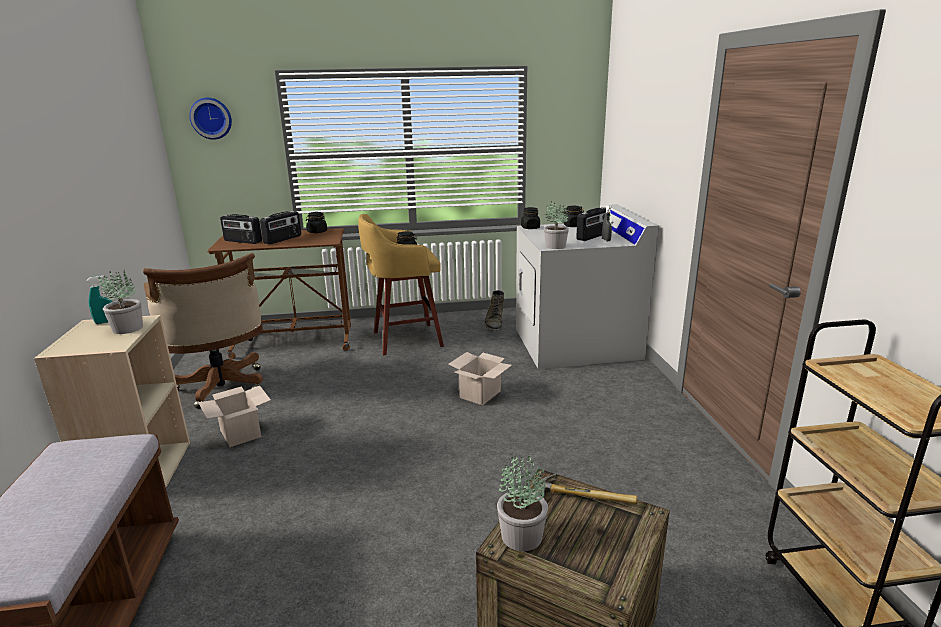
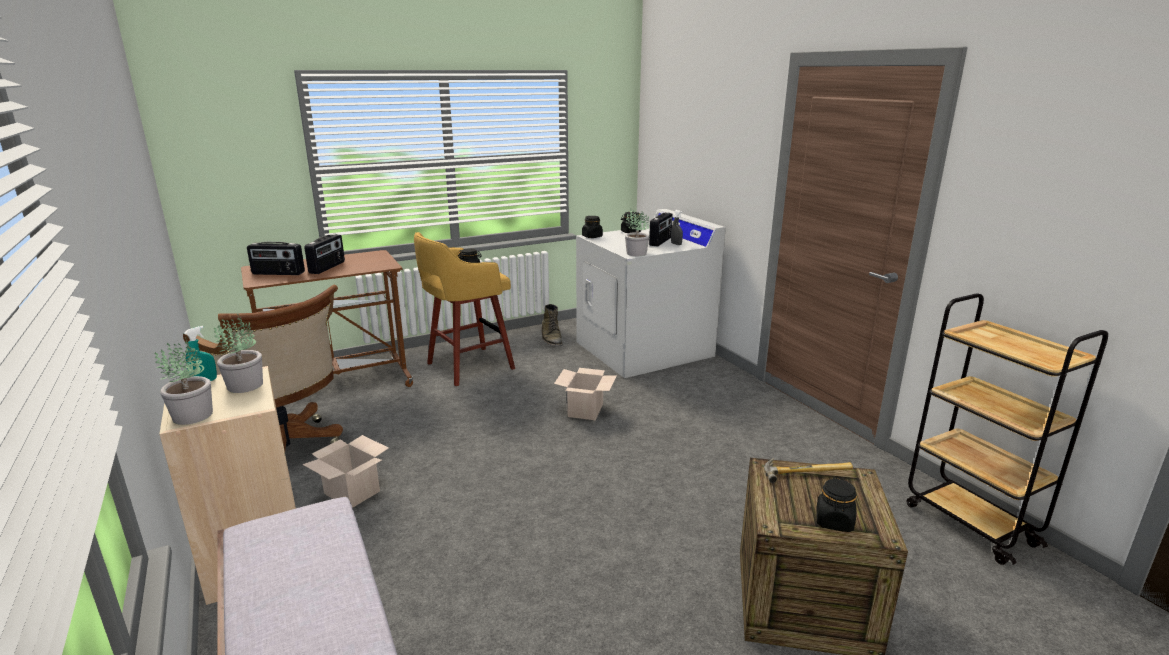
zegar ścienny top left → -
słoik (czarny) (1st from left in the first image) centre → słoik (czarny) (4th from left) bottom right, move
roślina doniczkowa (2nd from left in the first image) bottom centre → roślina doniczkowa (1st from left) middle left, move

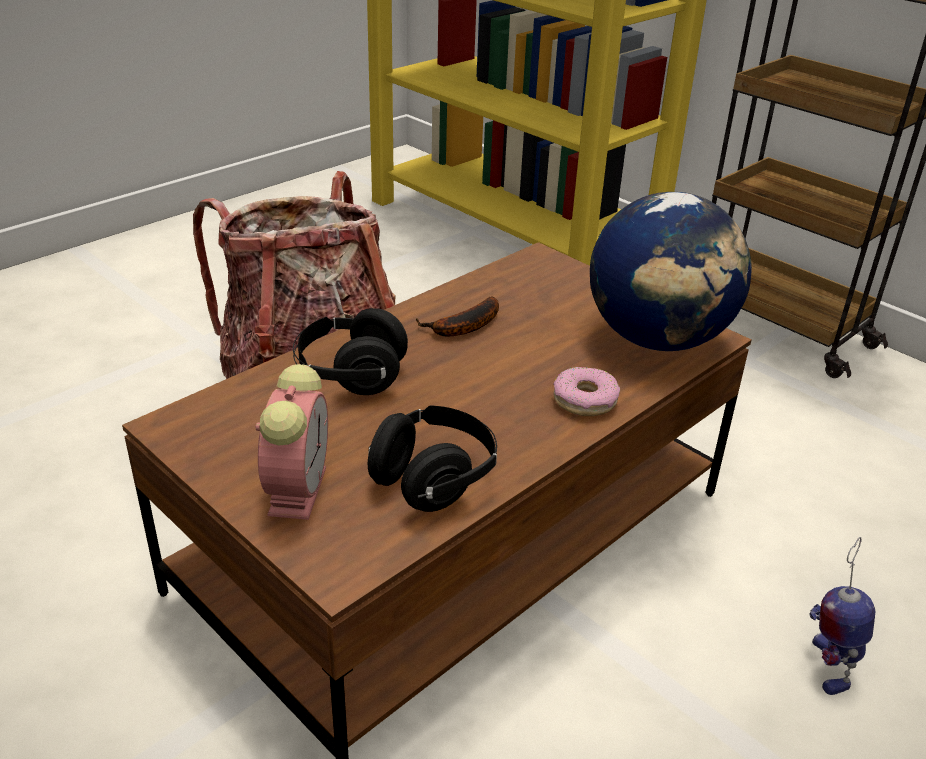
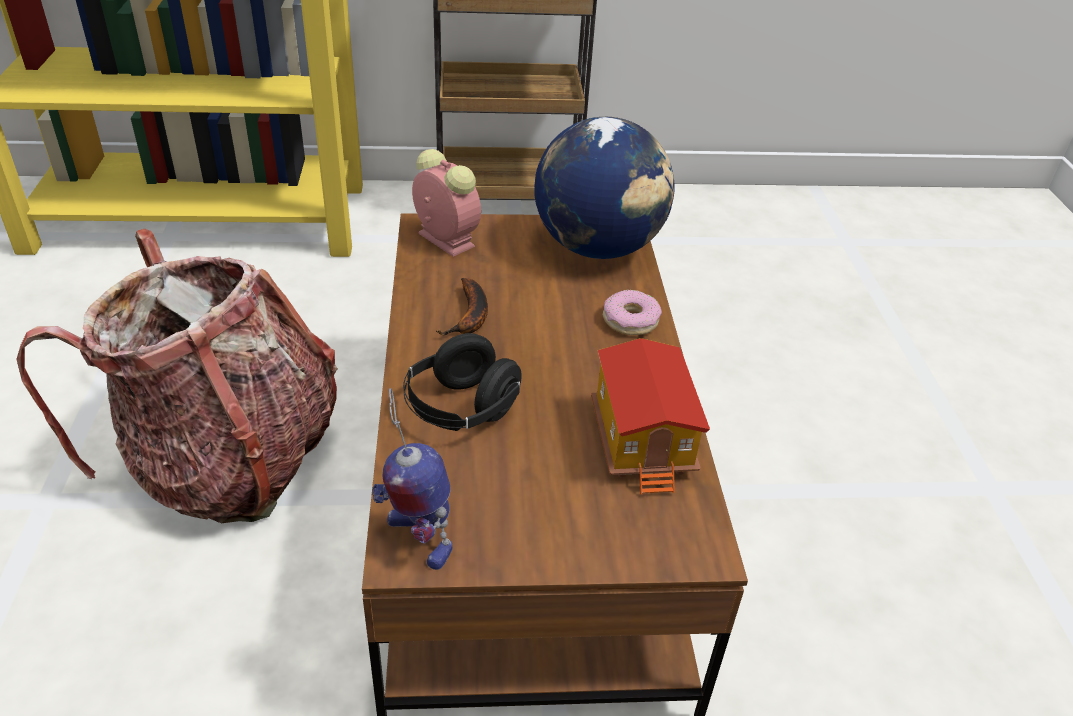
budzik middle left → budzik top centre, move
słuchawki (czarny) (2nd from left) centre → domek centre
robot zabawkowy bottom right → robot zabawkowy bottom centre, move

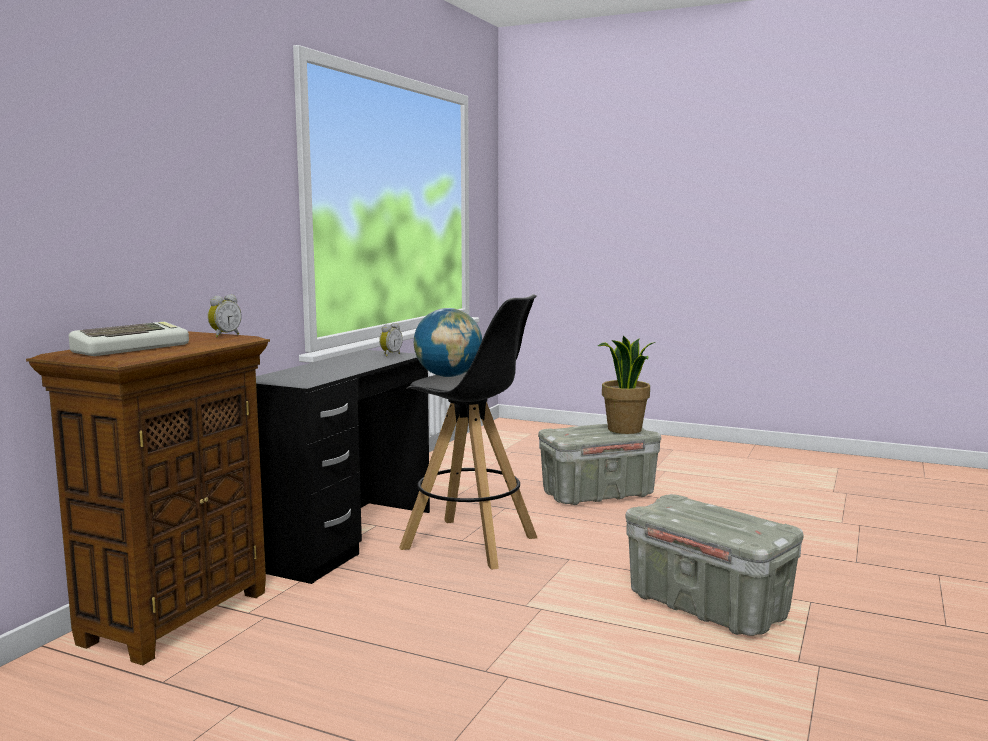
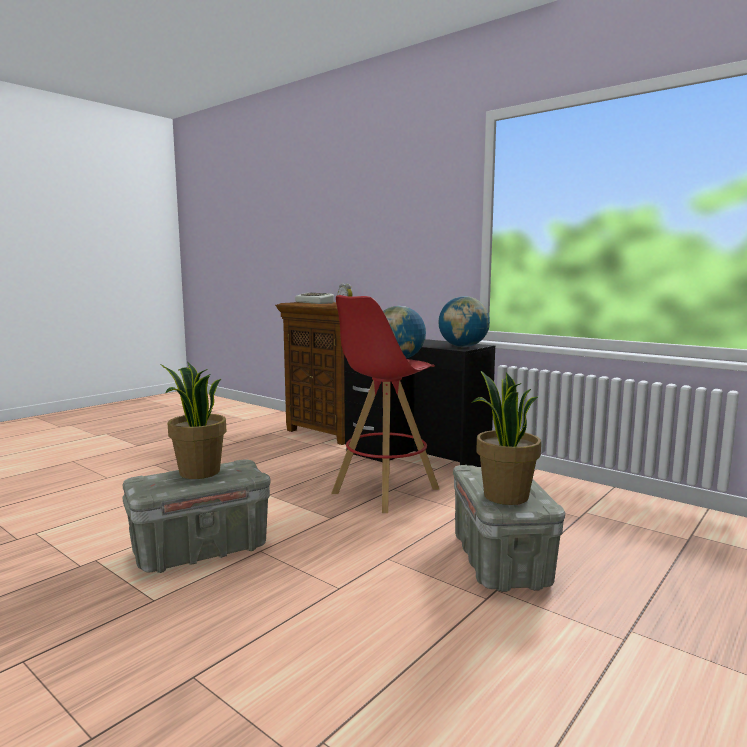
budzik (2nd from left) centre → globus (2nd from left) centre
stołek (czarny) centre → stołek (czerwony) centre
- → roślina doniczkowa (1st from left) middle left

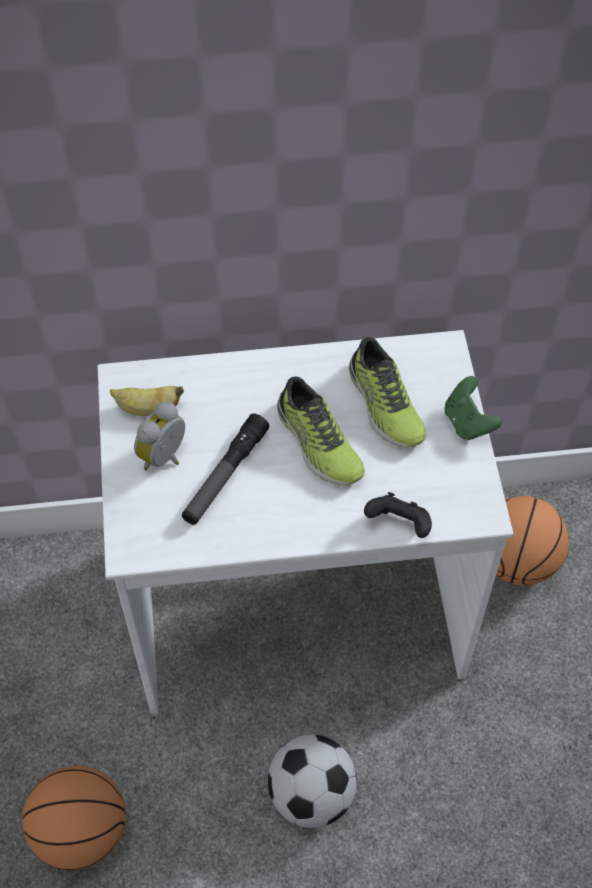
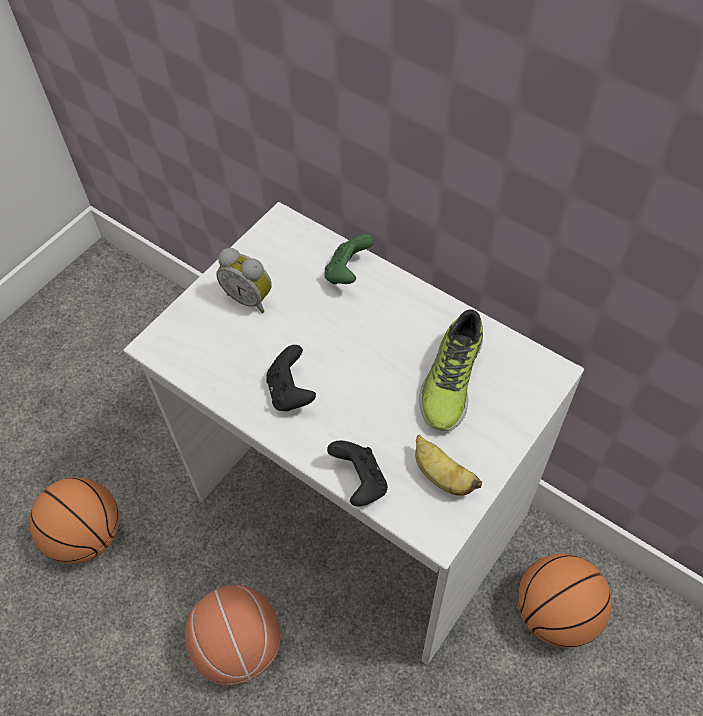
banan middle left → banan centre, move
budzik middle left → budzik centre, 135 degrees counterclockwise
latarka centre → -
piłka futbolowa bottom centre → piłka do koszykówki (2nd from left) bottom left
but (1st from left) centre → -
pad do gier (zielony) middle right → pad do gier (zielony) centre, move
- → pad do gier (czarny) (1st from left) centre

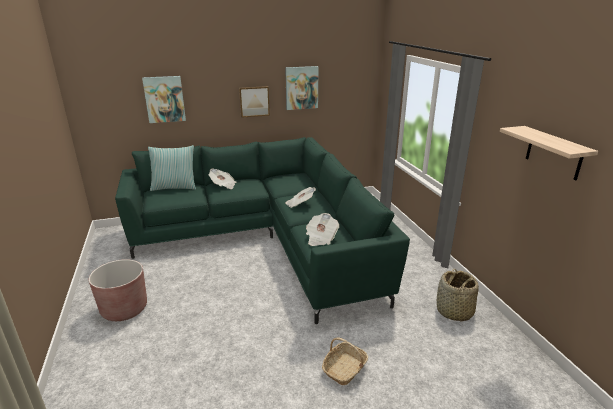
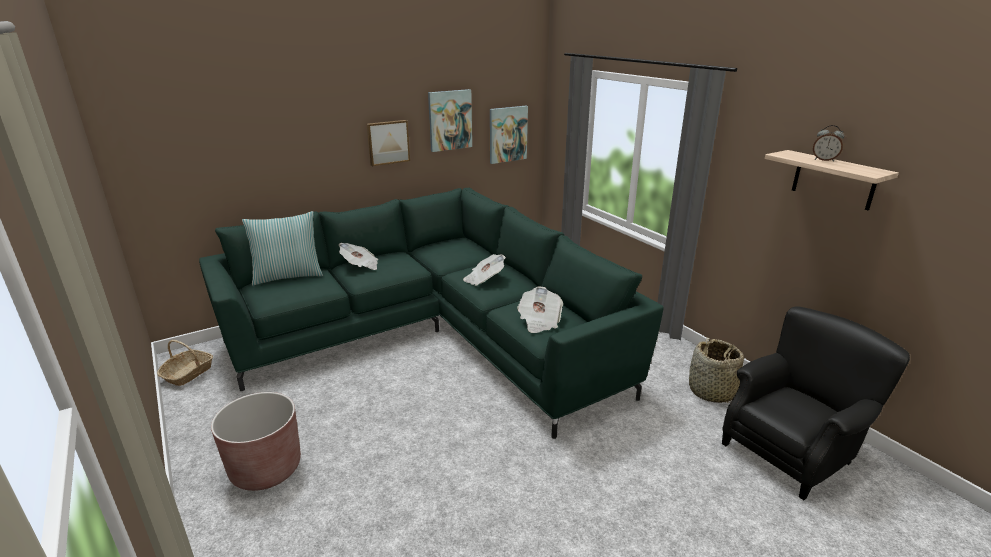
obraz (1st from left in the first image) top left → obraz (3rd from left) top centre, move
koszyk (1st from left) bottom centre → koszyk (1st from left) middle left, move
- → fotel (czarny) bottom right
- → budzik top right

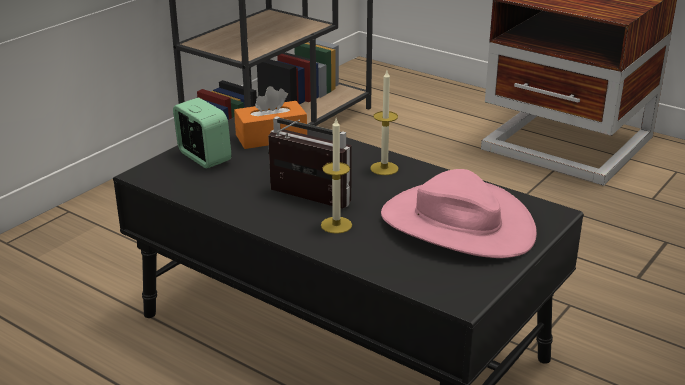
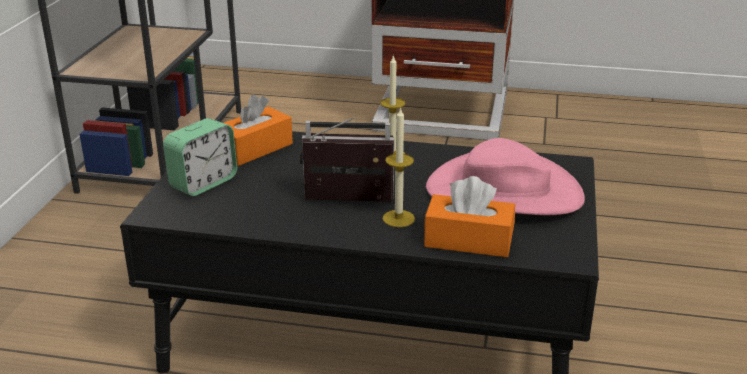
budzik middle left, 105 degrees clockwise
- → pudełko chusteczek (pomarańczowy) (2nd from left) centre

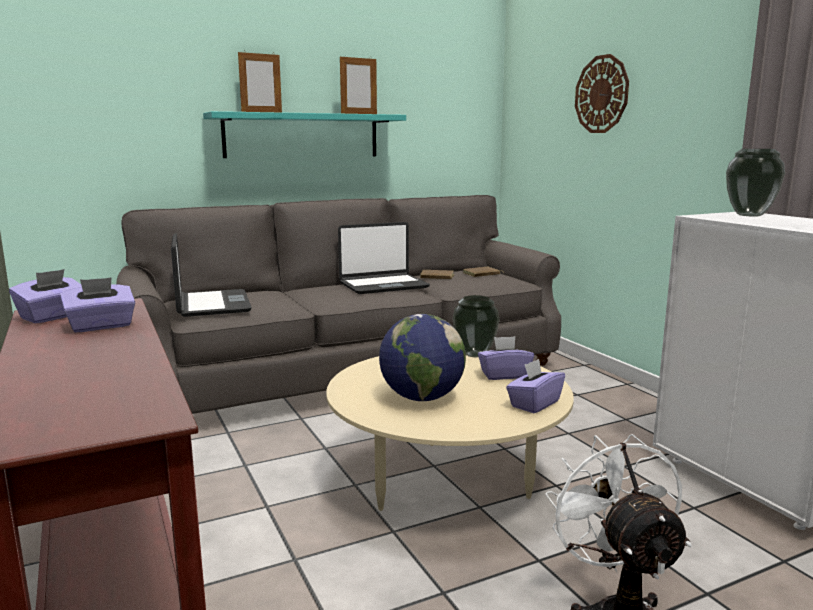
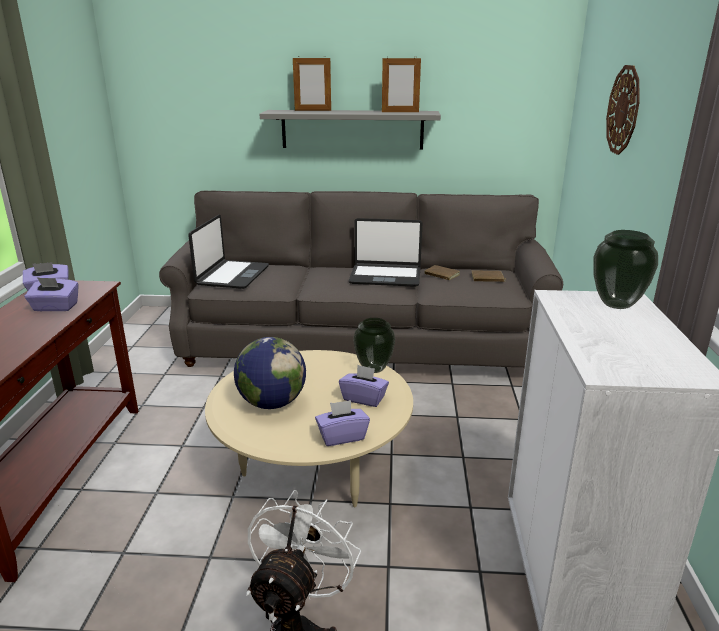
półka (turkusowy) top centre → półka (szary) top centre

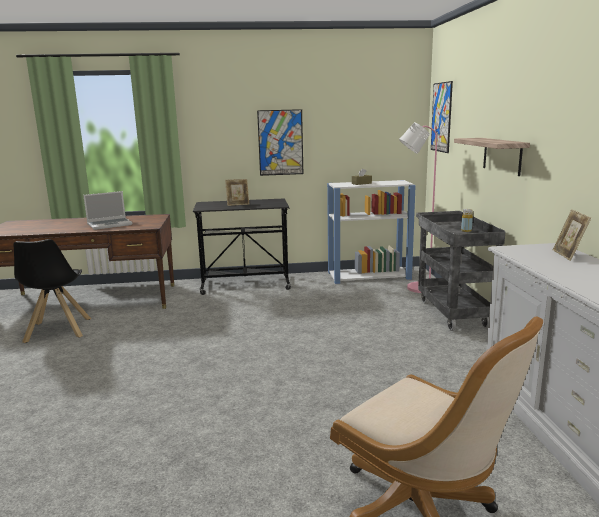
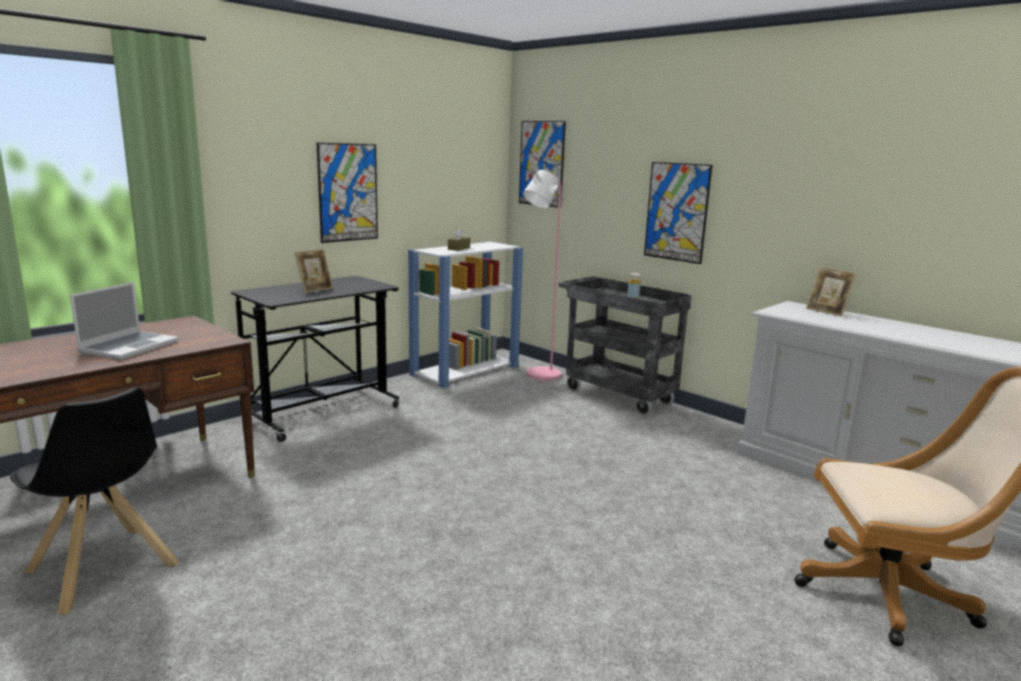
półka top right → obraz (3rd from left) top centre

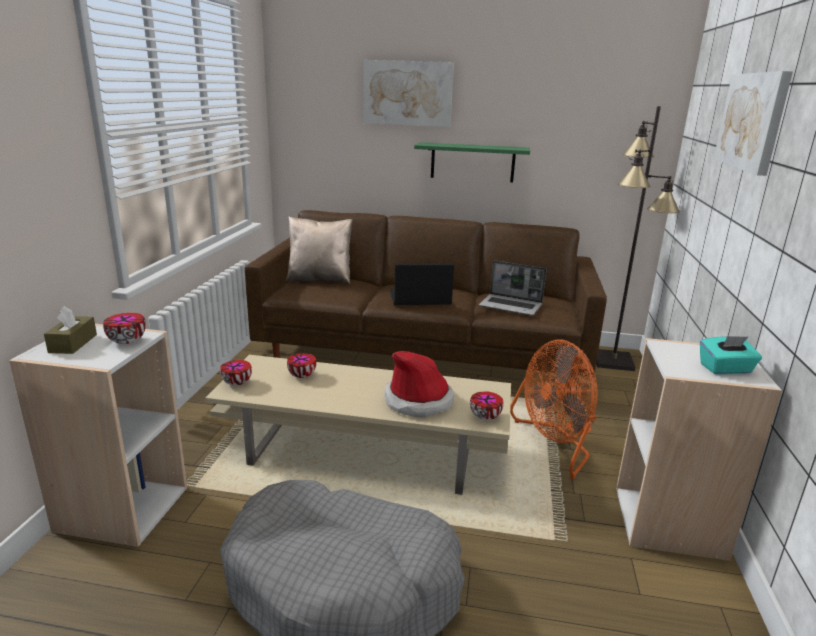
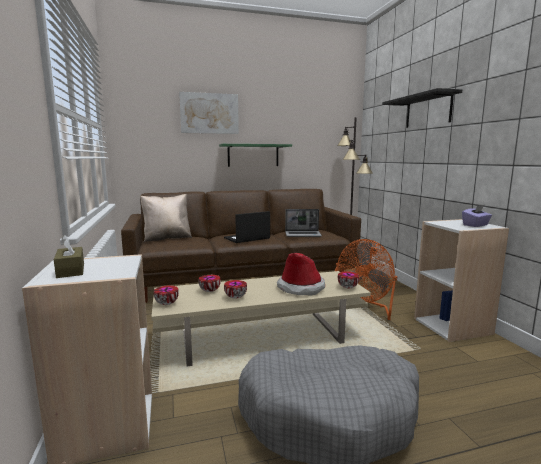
miska (1st from left in the first image) middle left → miska (3rd from left) centre, move
pudełko chusteczek (turkusowy) middle right → pudełko chusteczek (fioletowy) middle right
obraz (2nd from left) top right → półka (czarny) top right

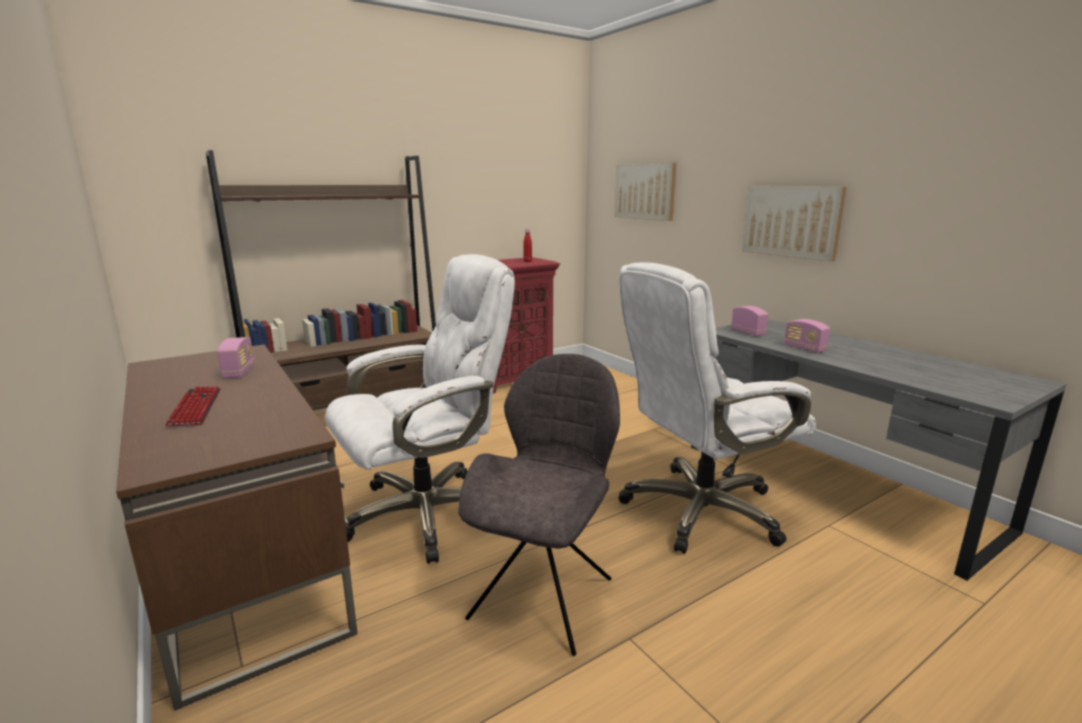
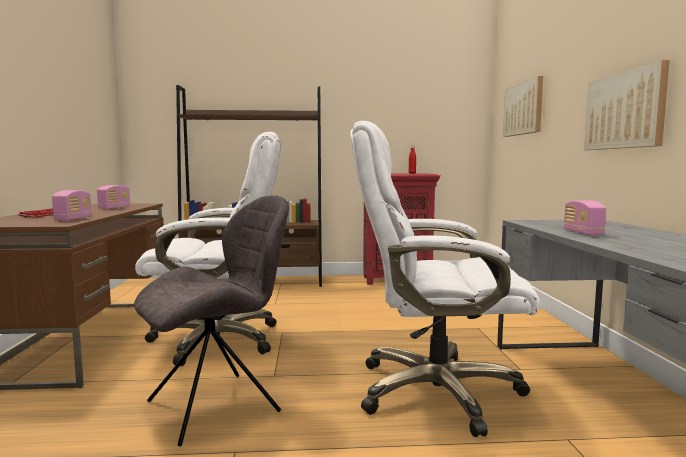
radio (2nd from left in the first image) middle right → radio (1st from left) middle left, move

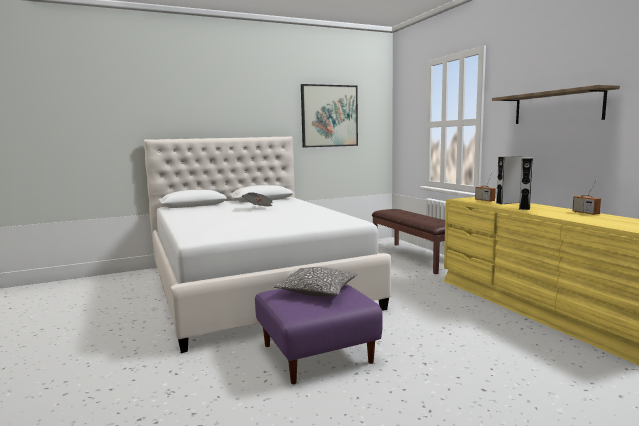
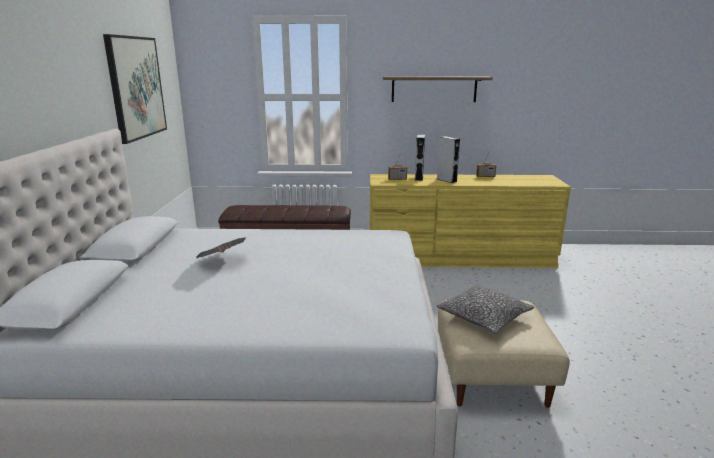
pufa (fioletowy) bottom centre → pufa (beżowy) bottom right

